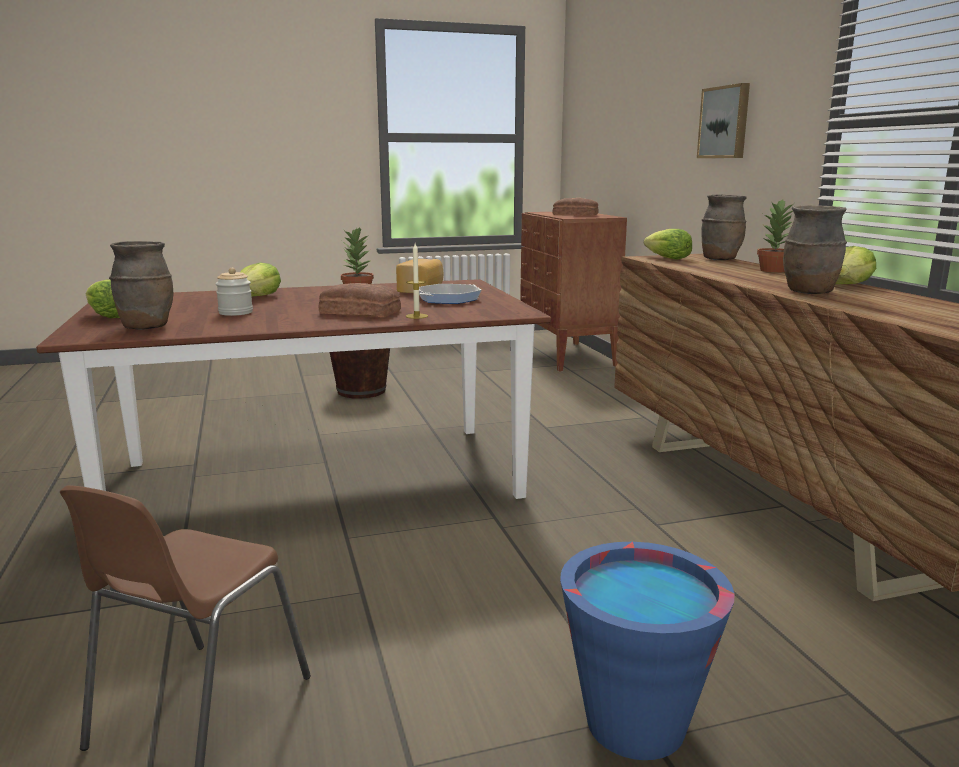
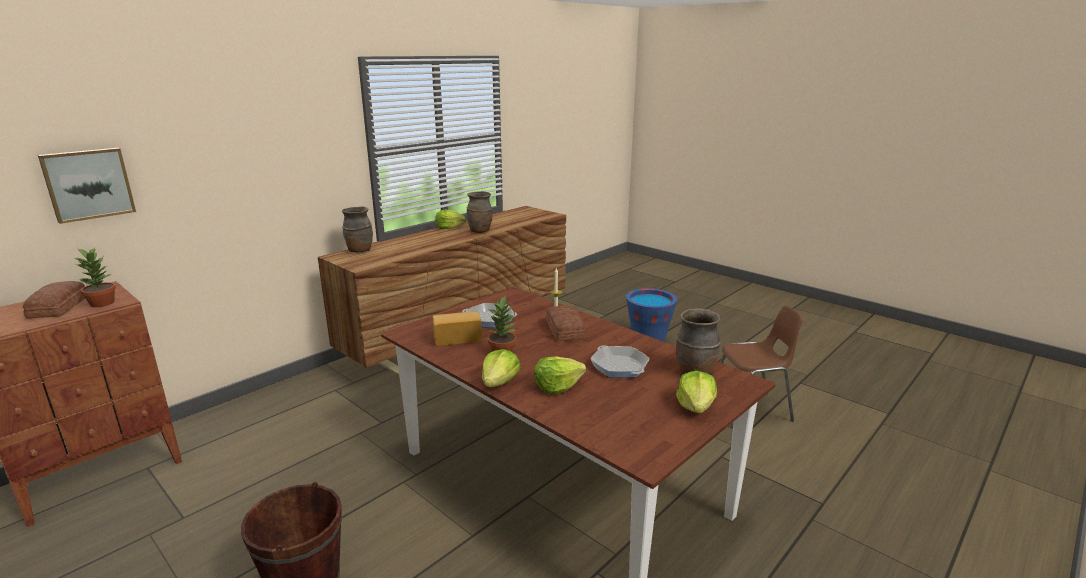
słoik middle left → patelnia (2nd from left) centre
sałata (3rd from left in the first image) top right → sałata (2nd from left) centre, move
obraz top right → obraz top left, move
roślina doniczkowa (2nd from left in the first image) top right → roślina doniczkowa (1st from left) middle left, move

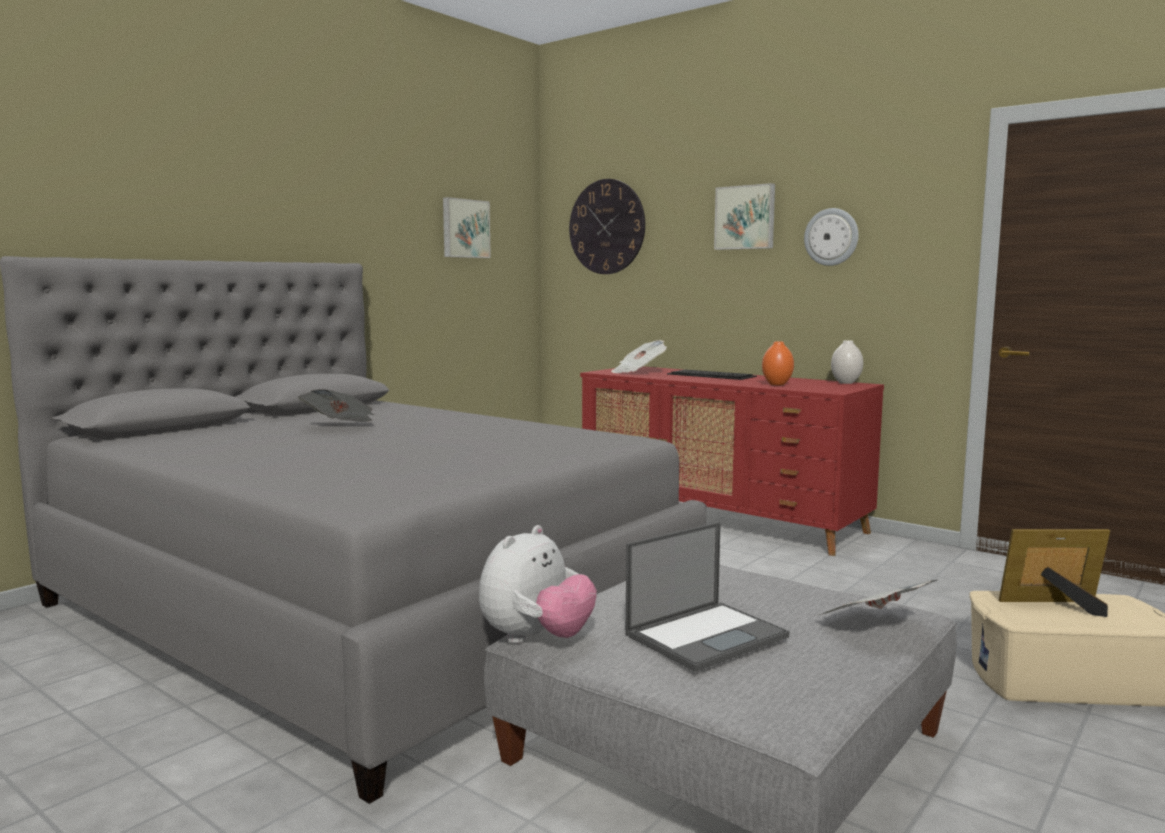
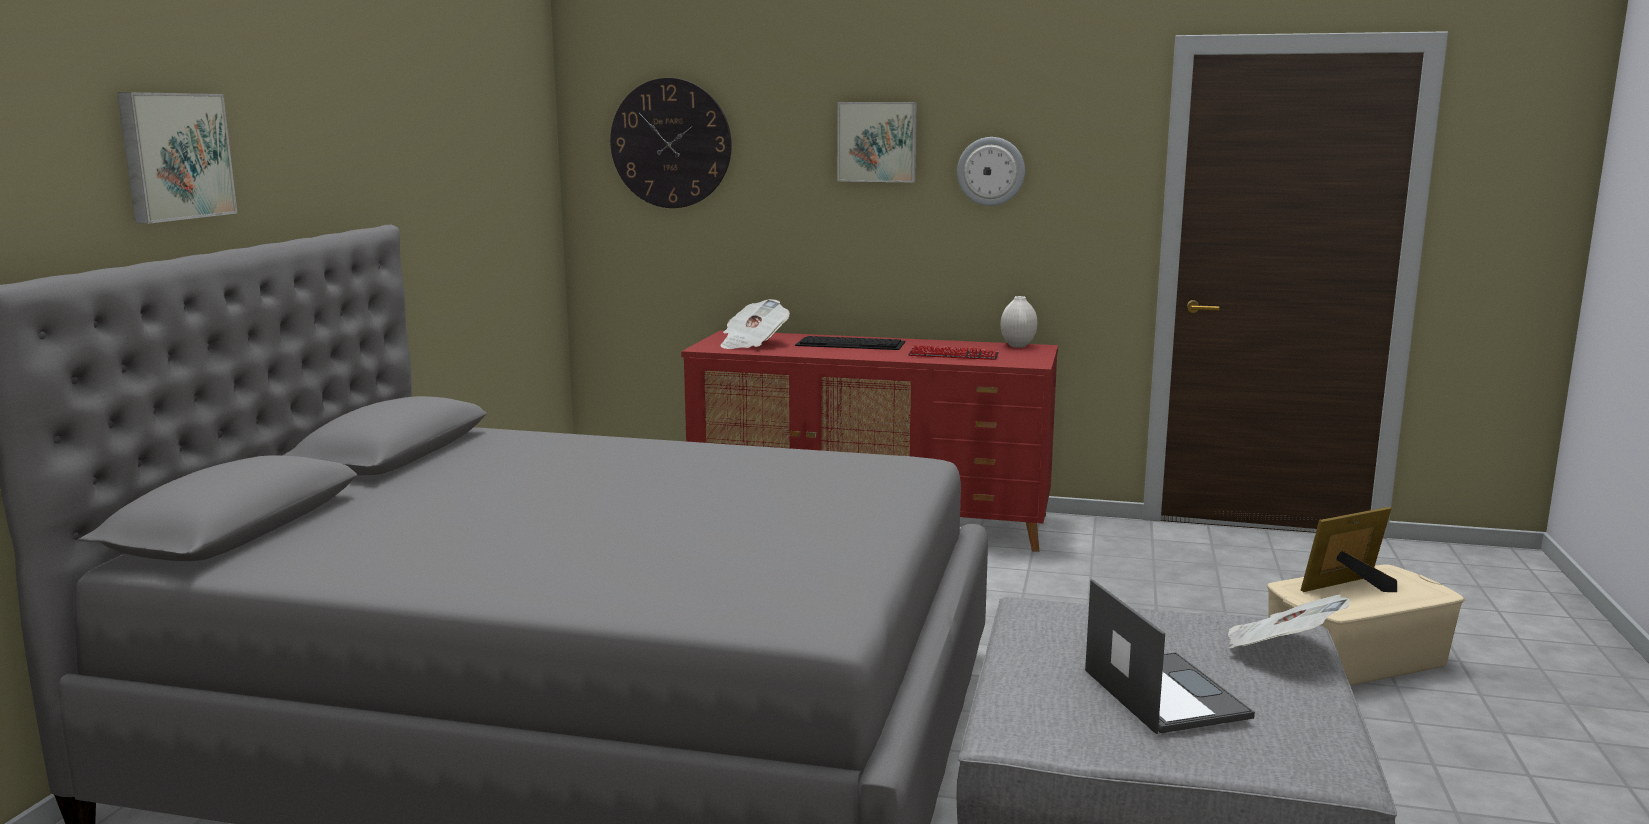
gazeta (1st from left) middle left → -
obraz (1st from left) top centre → obraz (1st from left) top left, move
pluszak bottom centre → -
laptop bottom centre → laptop bottom right, 45 degrees counterclockwise
wazon (pomarańczowy) middle right → klawiatura (2nd from left) centre

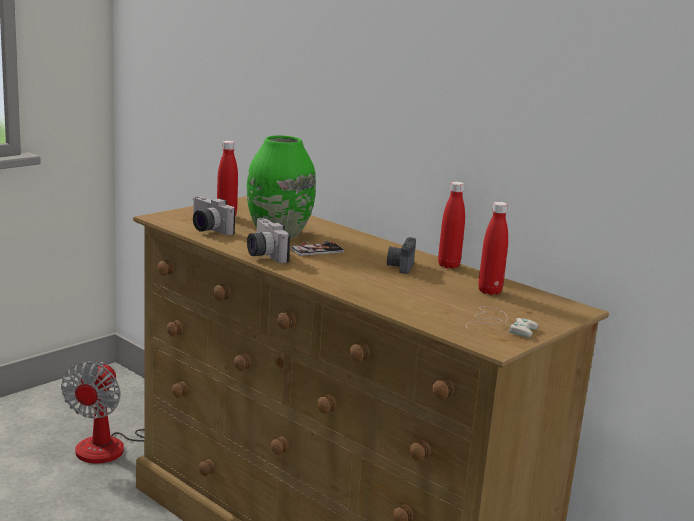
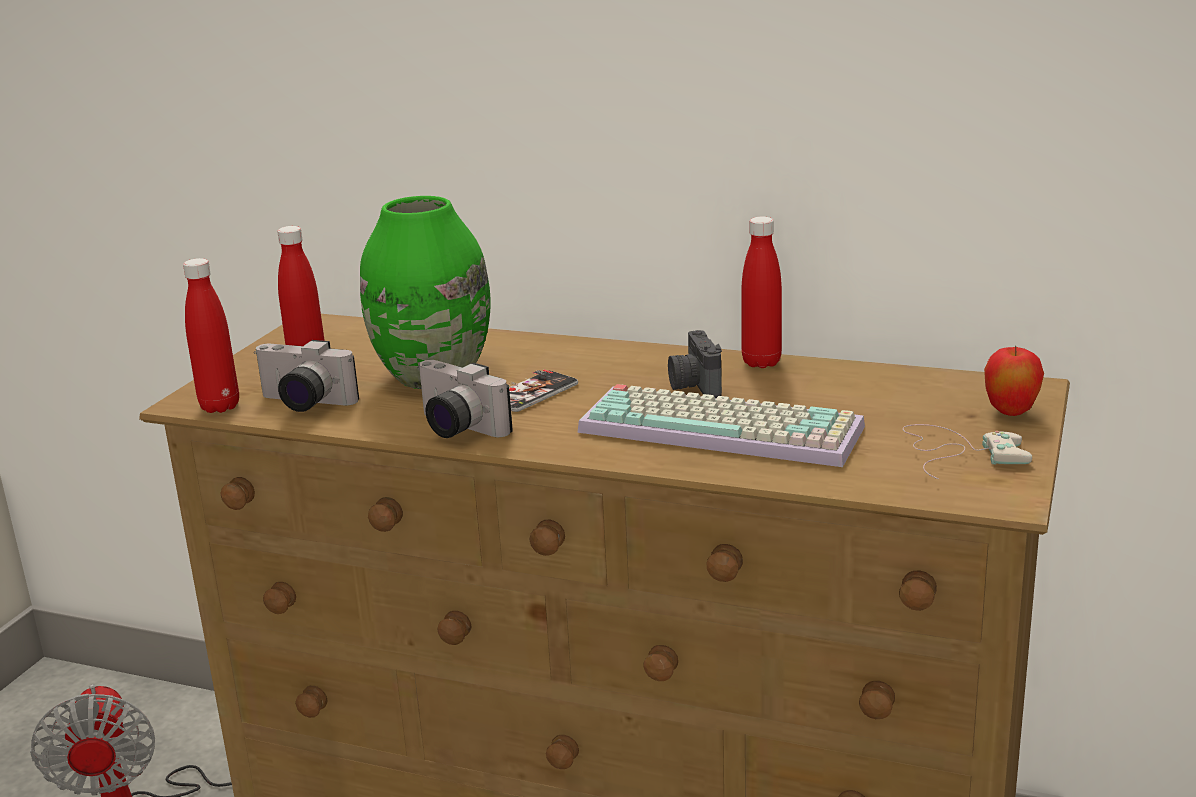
butelka (czerwony) (3rd from left in the first image) middle right → butelka (czerwony) (1st from left) middle left, move
- → klawiatura centre
- → jabłko middle right

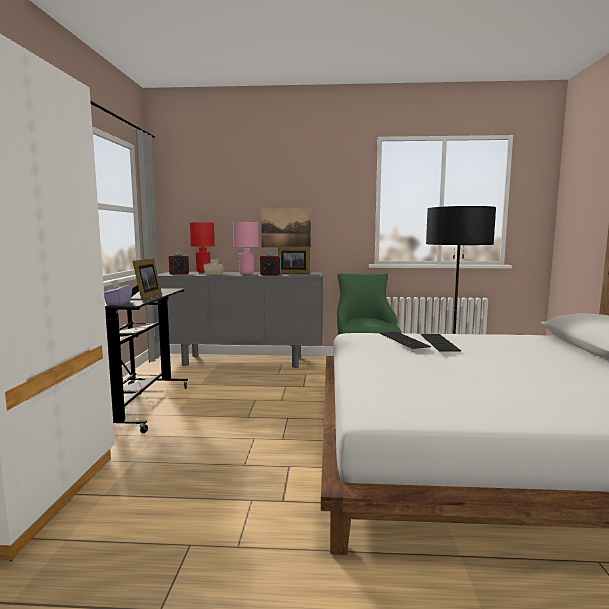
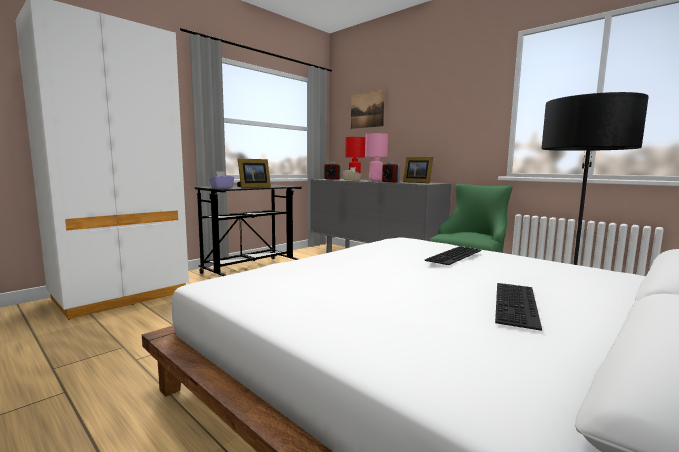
obraz centre → obraz top centre, move
klawiatura (1st from left in the first image) centre → klawiatura (2nd from left) bottom right, move

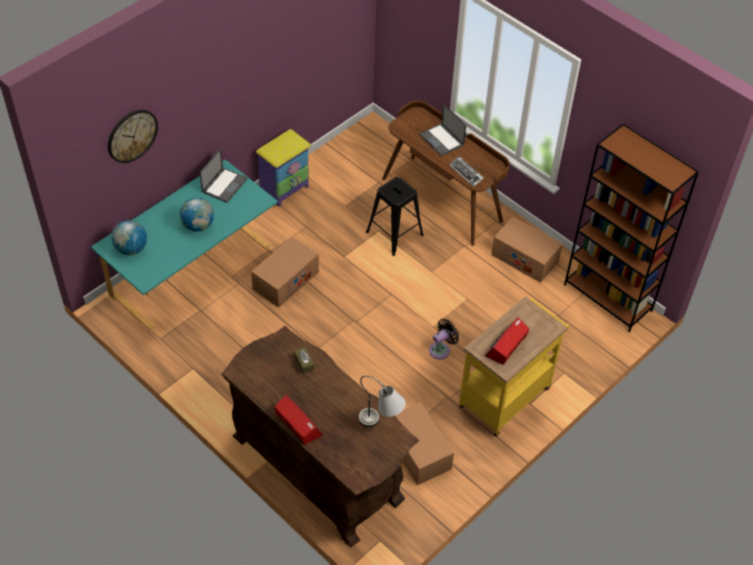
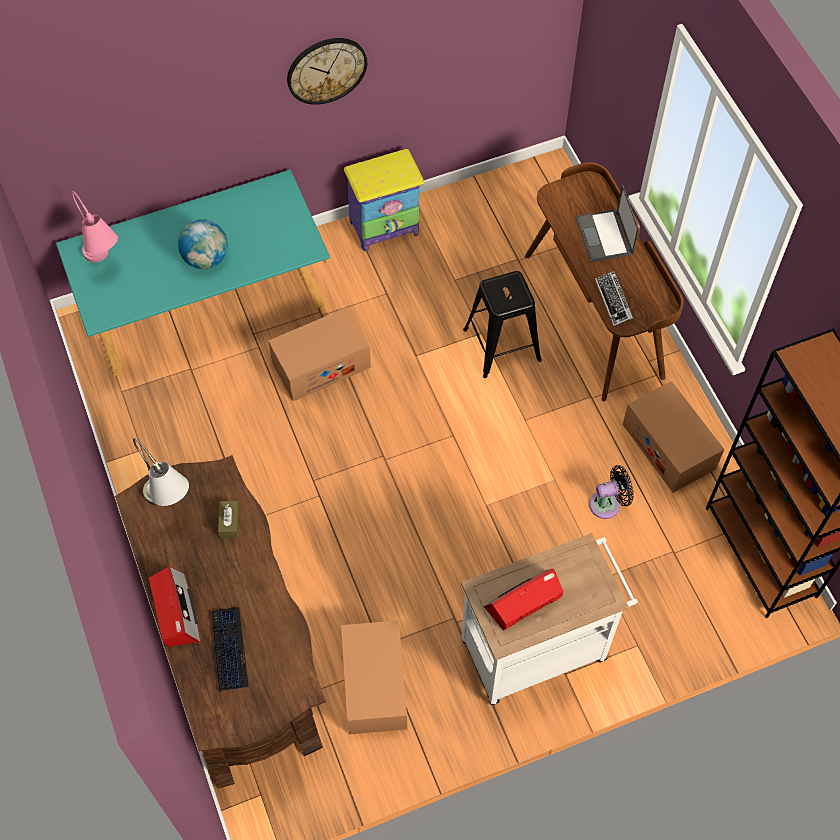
zegar ścienny top left → zegar ścienny top centre, move
globus (1st from left) middle left → lampa stołowa (różowy) top left
laptop (1st from left) top left → -
lampa stołowa (szary) bottom centre → lampa stołowa (szary) middle left, move
wentylator (czarny) centre → wentylator (czarny) middle right, move
wózek (żółty) middle right → wózek (biały) bottom centre
- → klawiatura (1st from left) bottom left

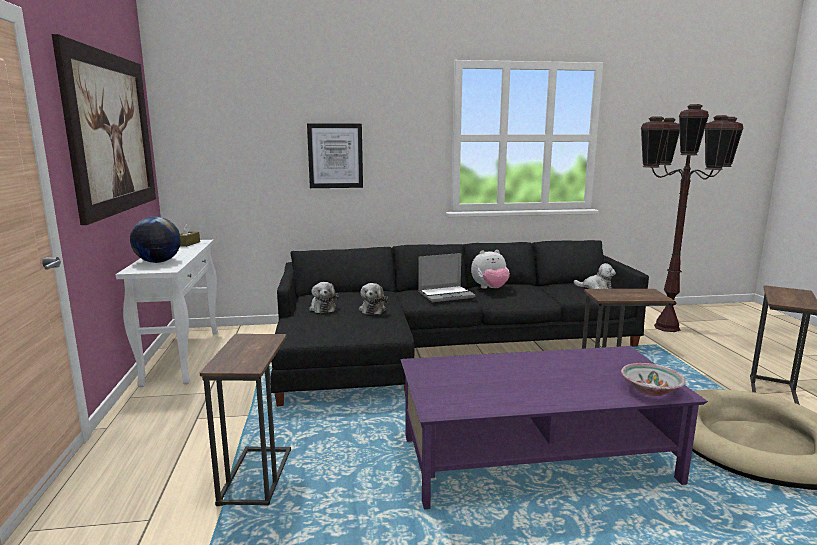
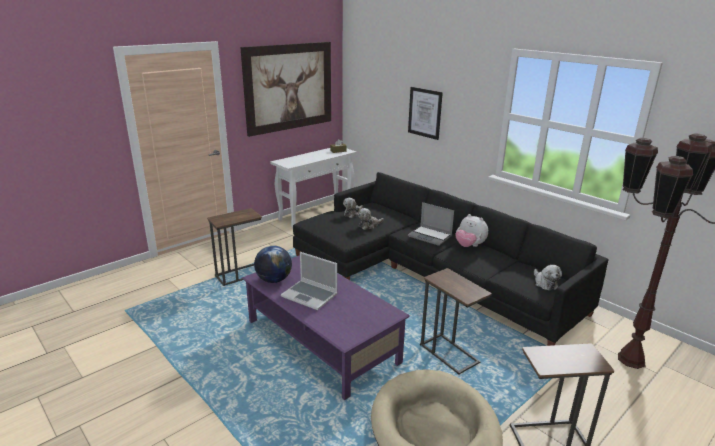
globus middle left → globus centre, move
miska bottom right → -
- → laptop (1st from left) centre

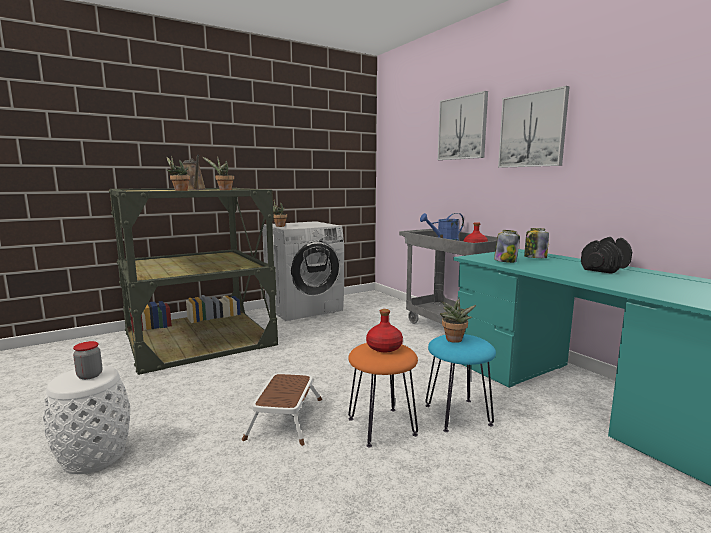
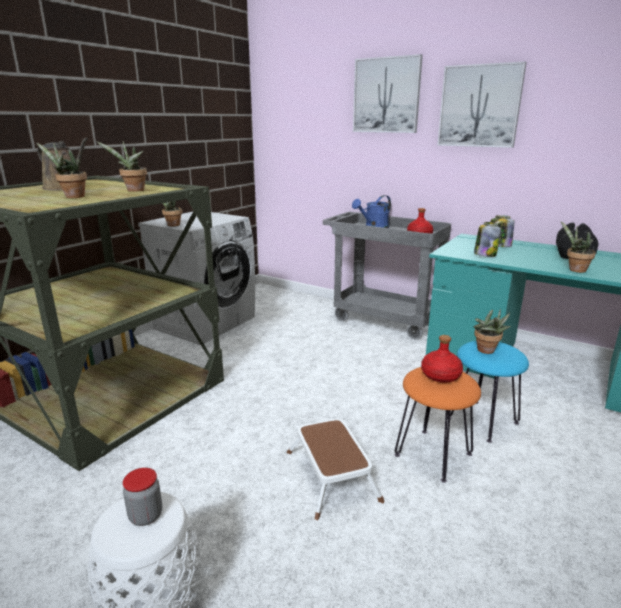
- → roślina doniczkowa (5th from left) middle right

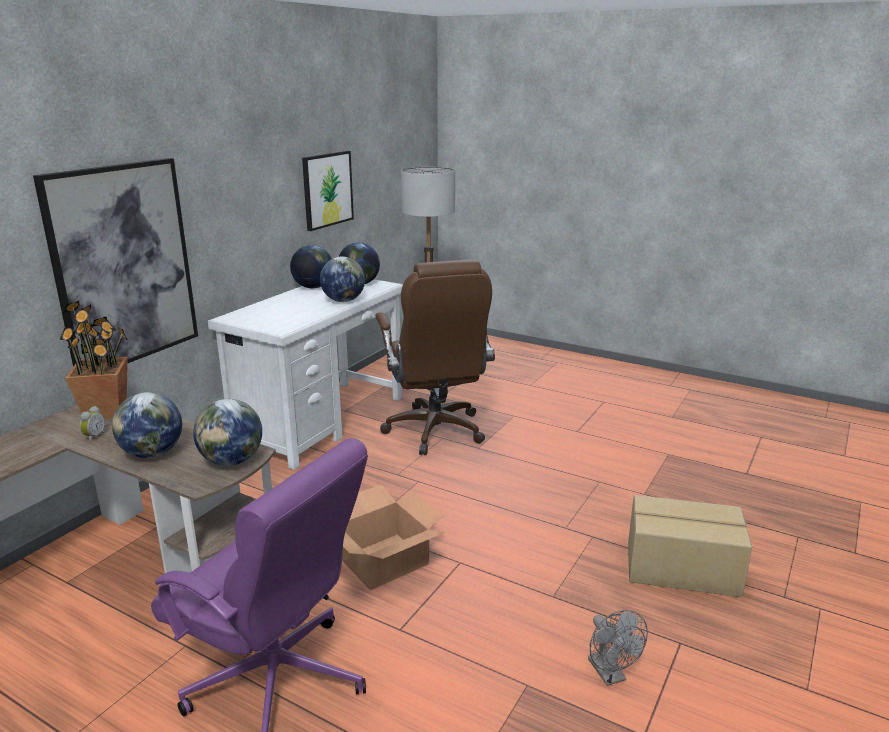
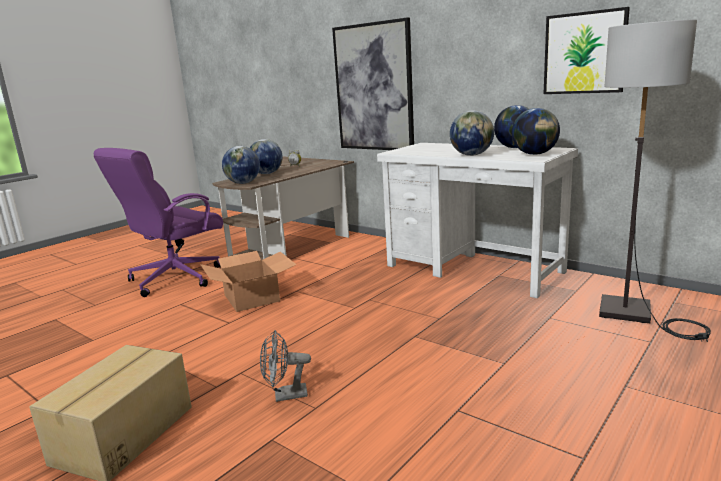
roślina doniczkowa middle left → -
krzesło biurowe (brązowy) centre → -
wentylator (szary) bottom right → wentylator (szary) bottom centre, move

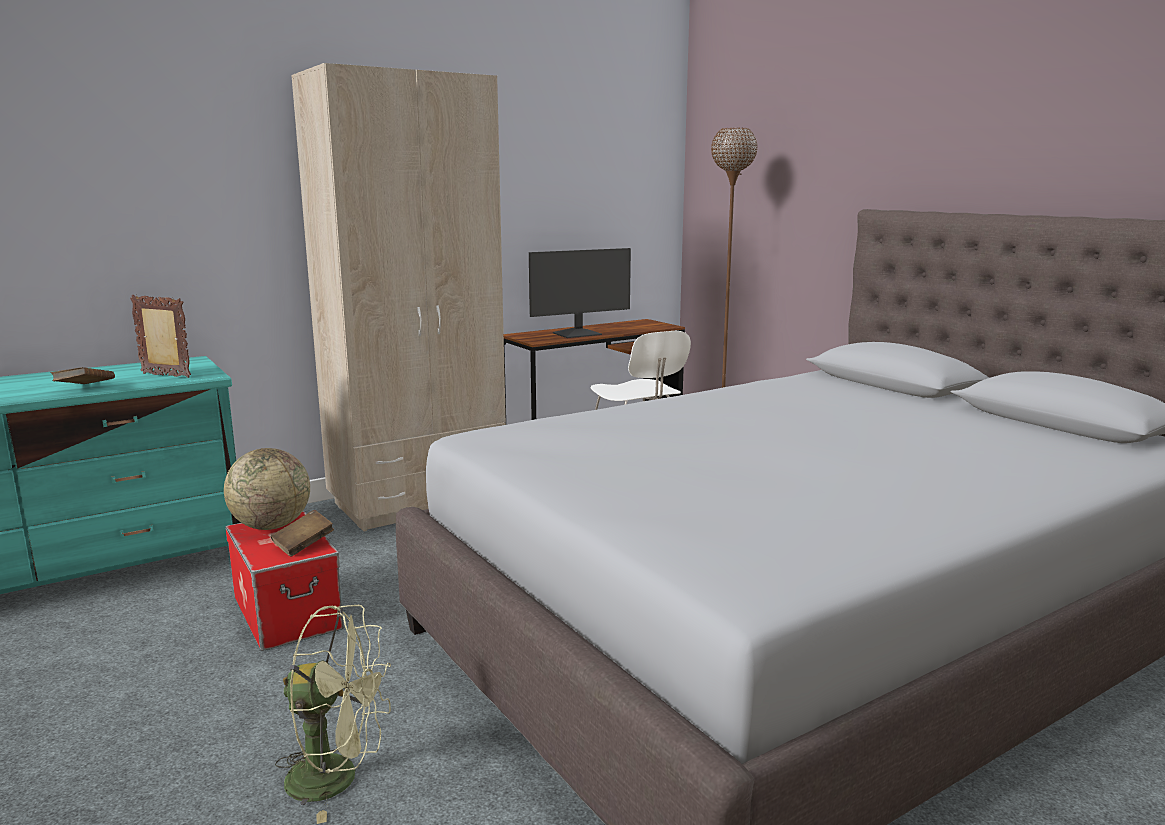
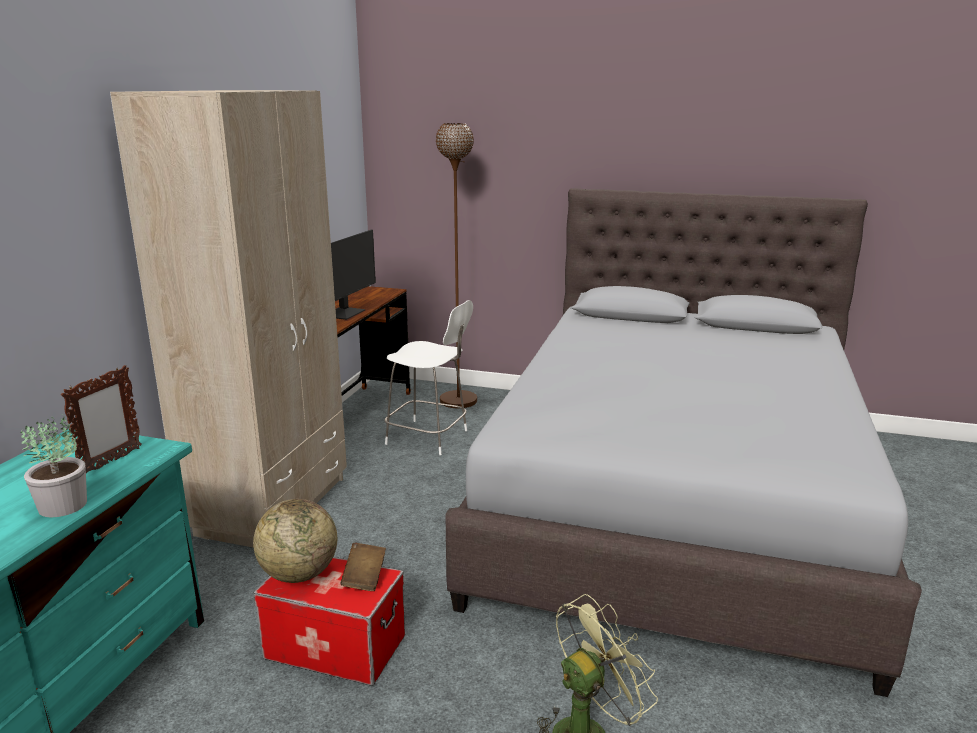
książka (brązowy) (1st from left) middle left → roślina doniczkowa middle left
ramka na zdjęcie middle left, 135 degrees clockwise

